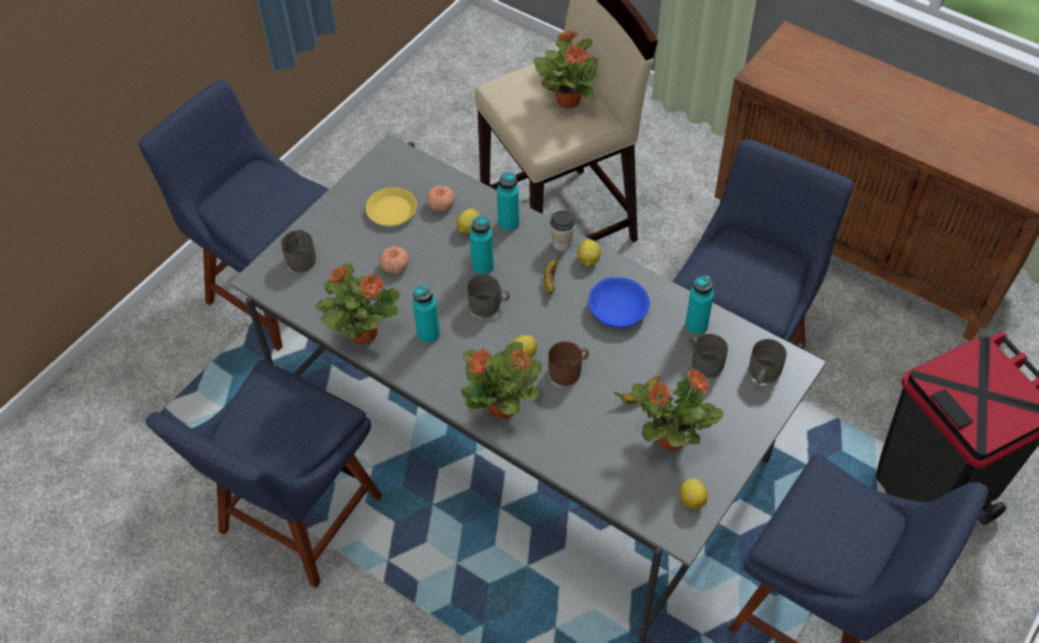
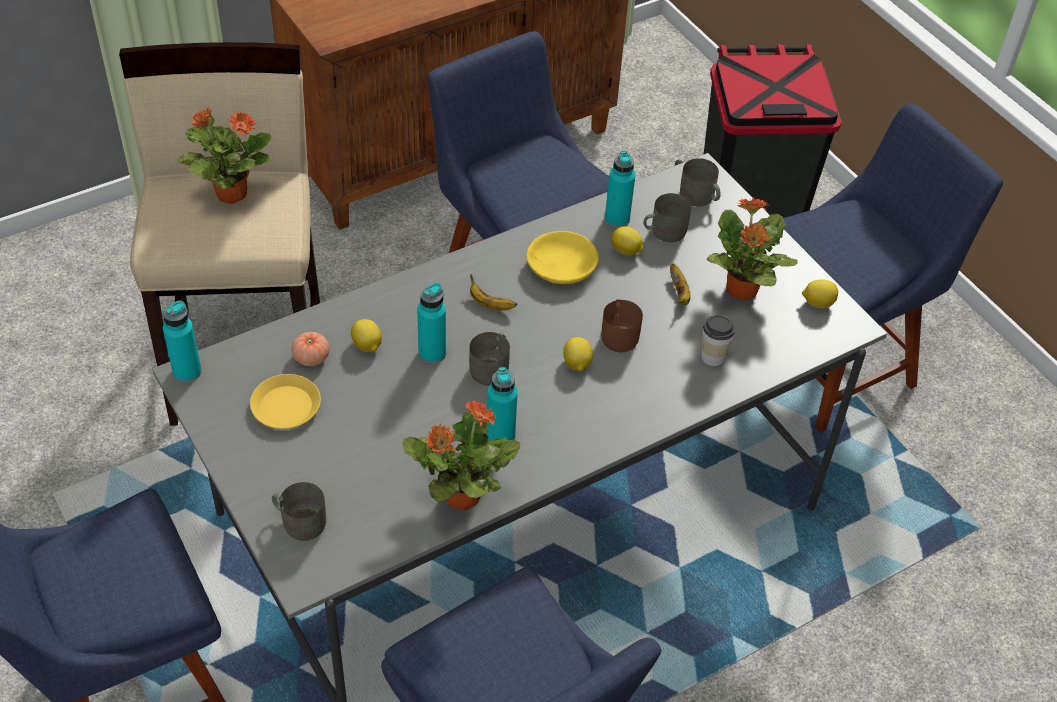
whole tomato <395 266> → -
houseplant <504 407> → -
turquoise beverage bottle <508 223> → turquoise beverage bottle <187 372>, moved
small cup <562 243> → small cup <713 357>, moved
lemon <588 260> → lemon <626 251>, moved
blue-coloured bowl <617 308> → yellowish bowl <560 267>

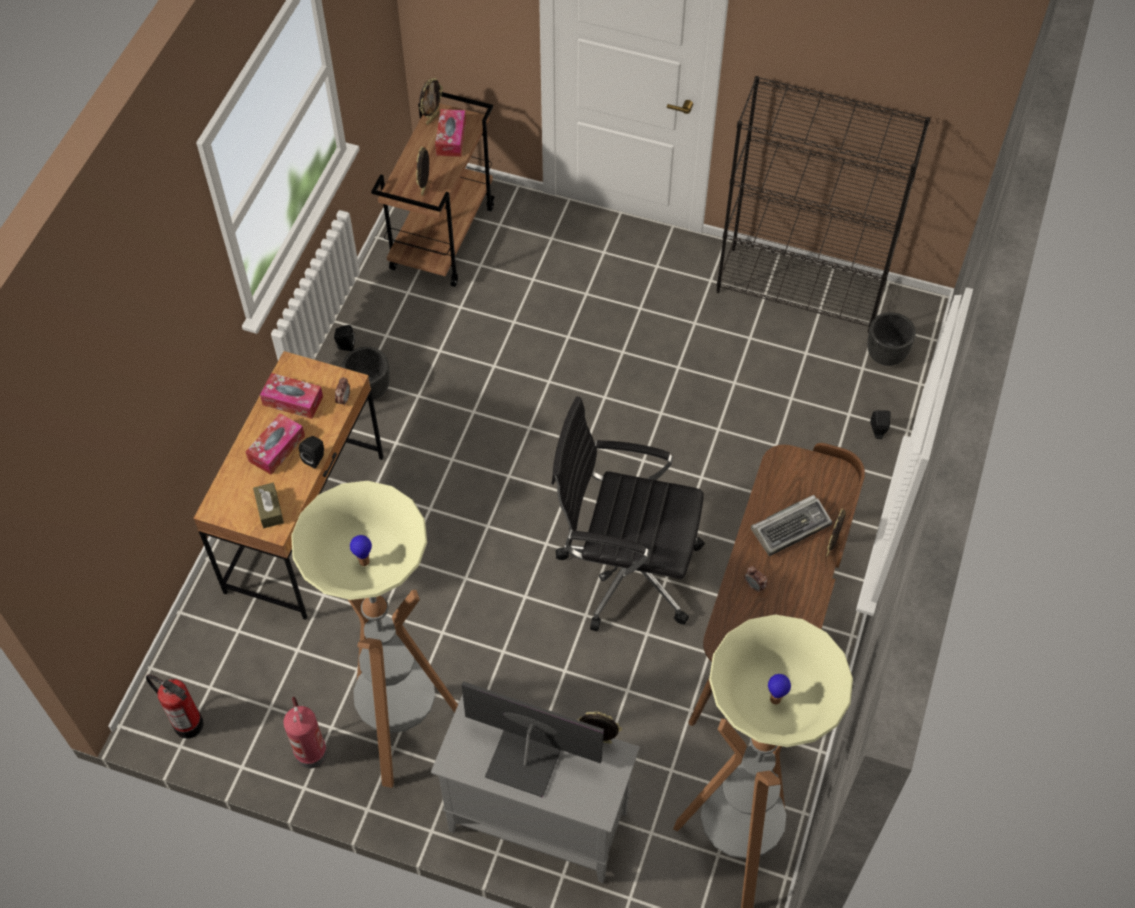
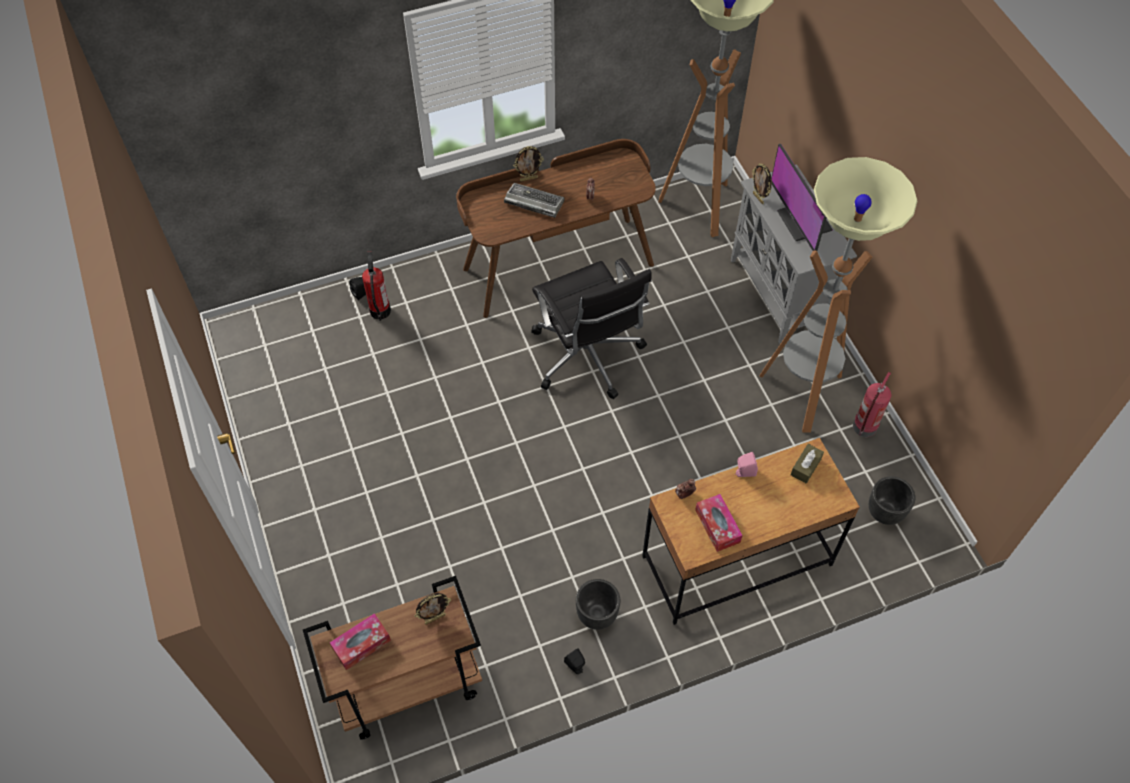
extinguisher <188 724> → extinguisher <380 311>, moved
box of tissues <277 448> → -
blackish audio speaker <315 458> → pink-coloured audio speaker <744 472>
picture frame <432 118> → -
blackish bookcase <801 289> → -
blackish plant pot <886 355> → blackish plant pot <884 511>, moved

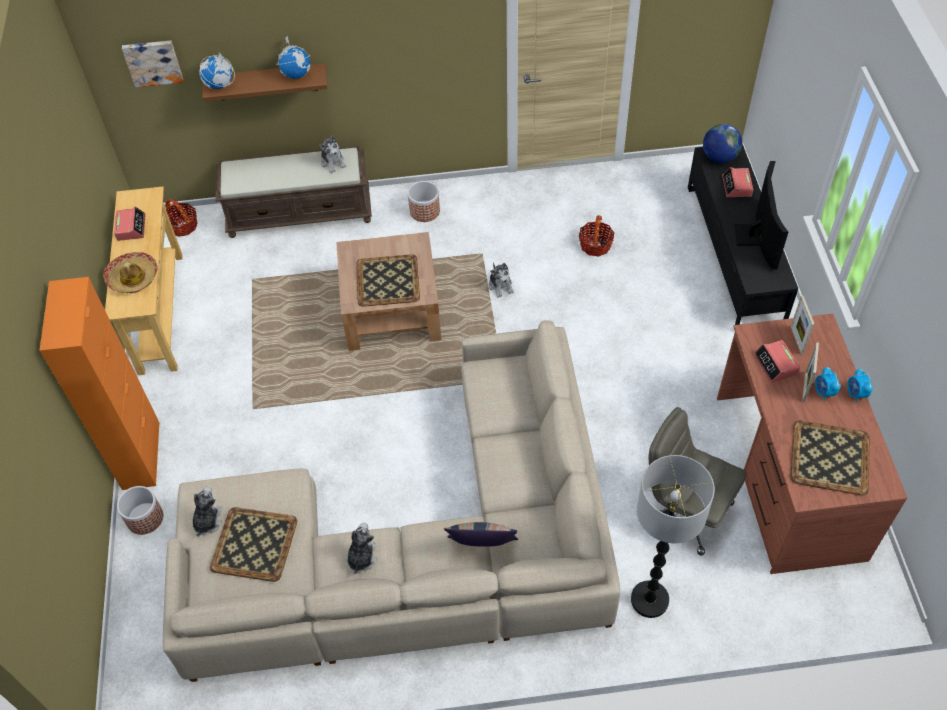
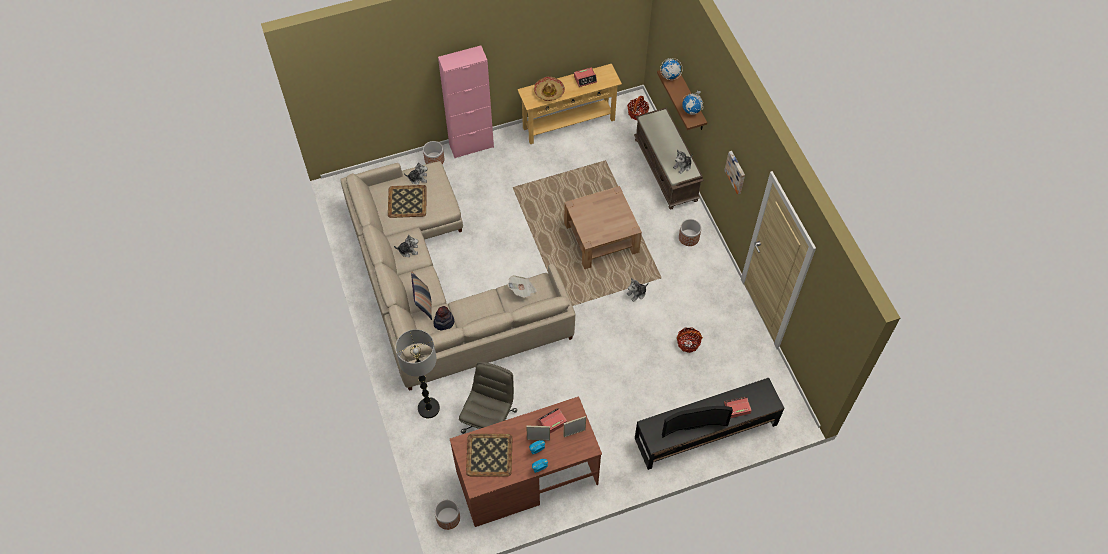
orange cabinet <141 455> → pink-coloured cabinet <471 146>
wall art <153 62> → wall art <736 172>, moved
tray <388 281> → -
globe <719 157> → -
- → hat <444 322>
- → plant pot <448 518>
- → daily paper <522 290>

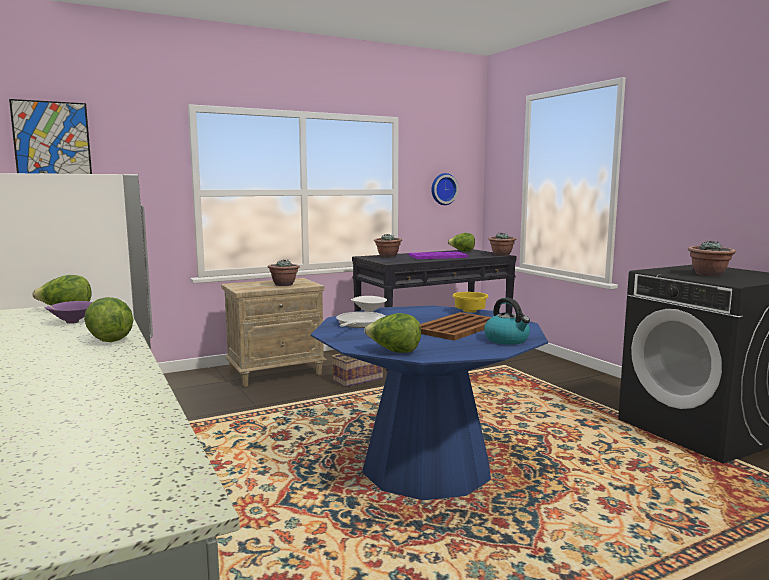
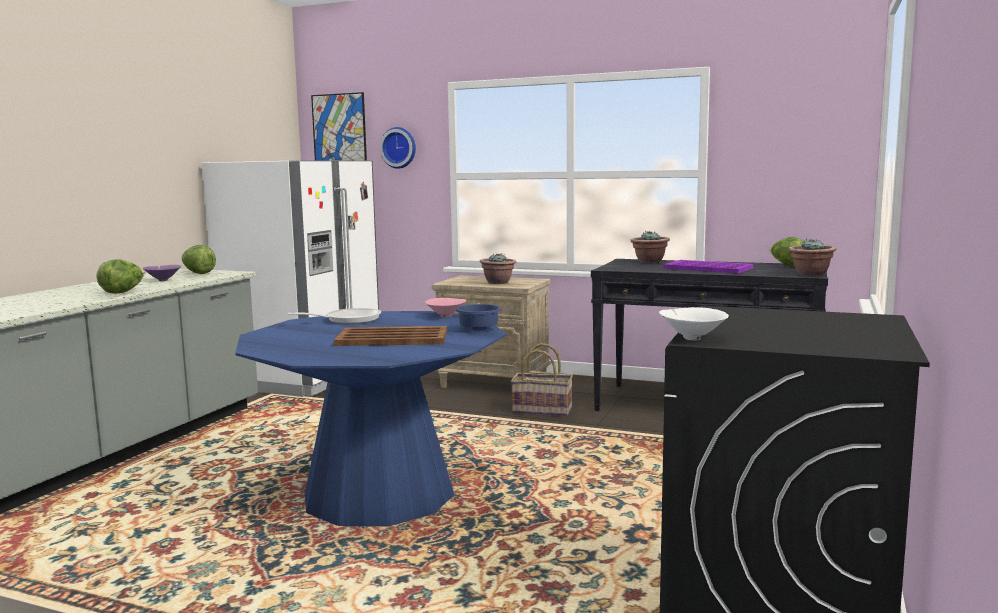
white bowl <368 312> → white bowl <691 338>, moved
lettuce head <394 351> → -
wall clock <443 189> → wall clock <399 148>, moved
yellowish bowl <470 311> → blue-coloured bowl <480 329>
tea kettle <507 340> → -
houseplant <709 274> → -
- → pink-coloured bowl <447 316>

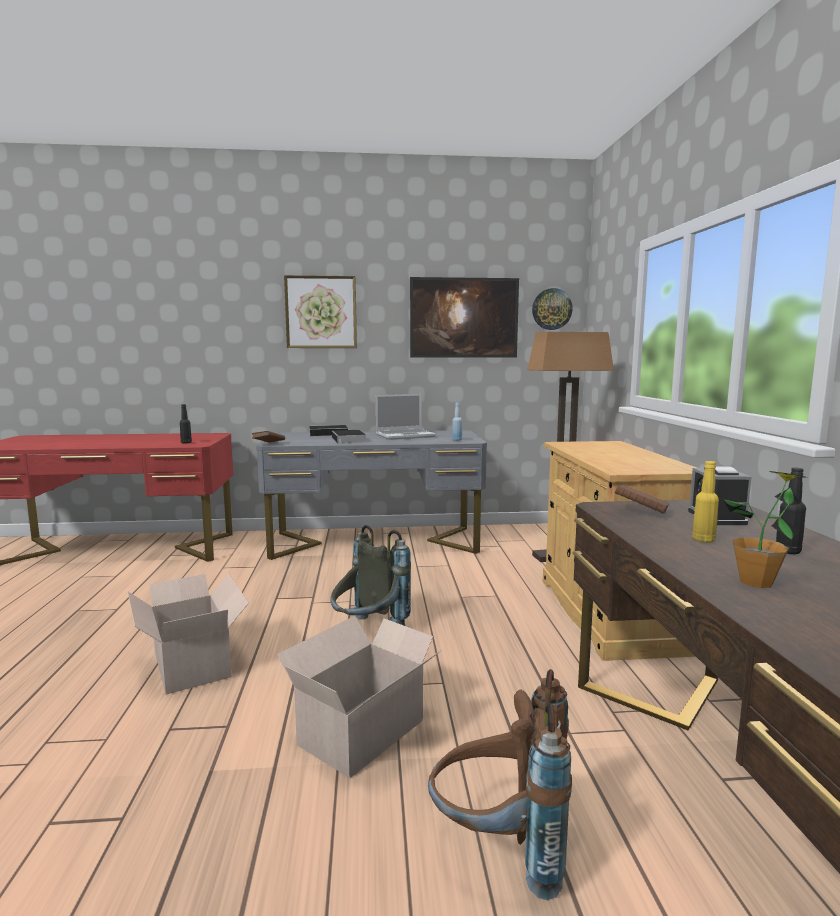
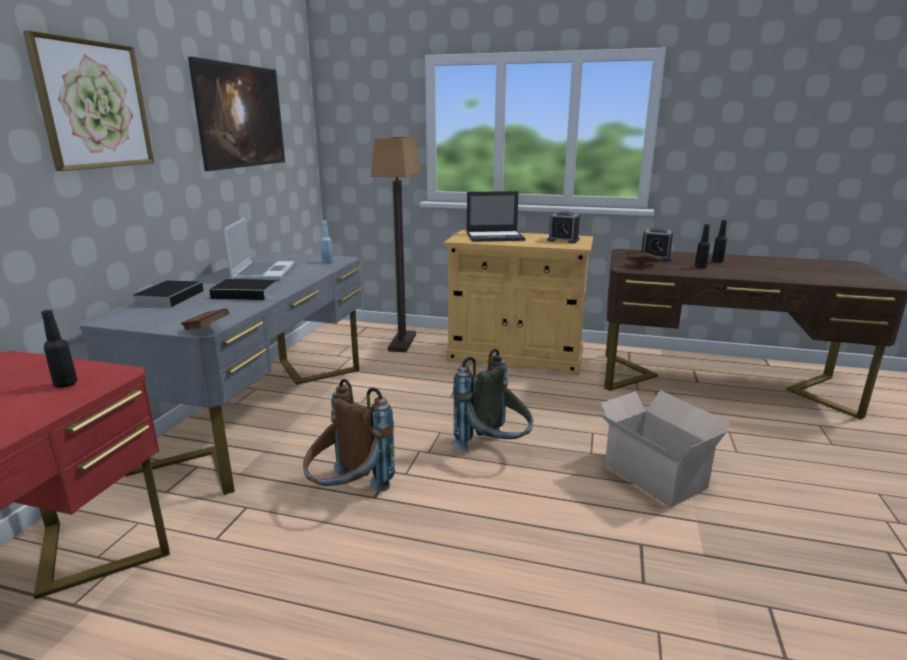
carton <192 663> → -
brown knapsack <500 849> → brown knapsack <348 494>, moved
wall clock <551 309> → -
yellowish beverage bottle <703 540> → blackish beverage bottle <700 267>
houseplant <756 582> → -
- → portable computer <495 237>
- → bedside clock <563 240>

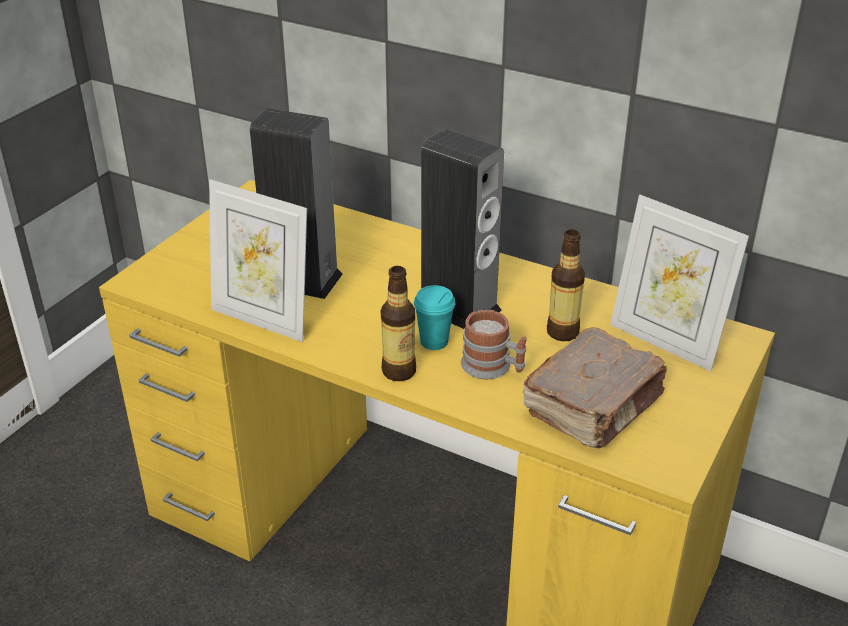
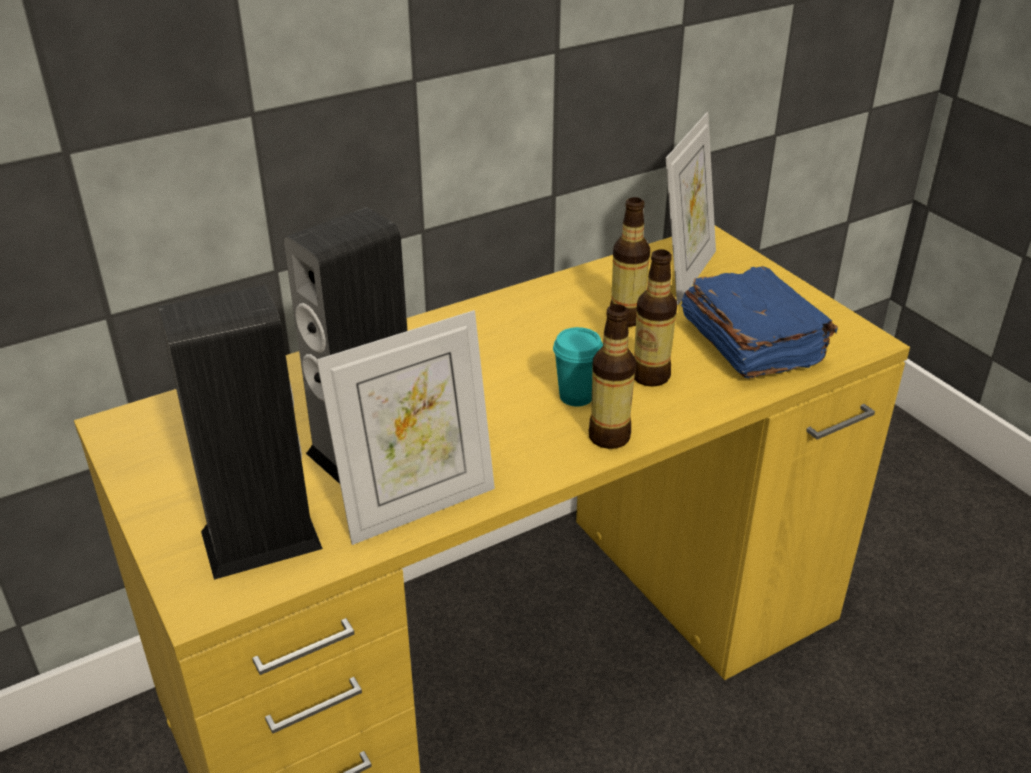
audio speaker <458 309> → audio speaker <261 540>, moved
tea mug <493 367> → beverage bottle <650 376>
brown volume <594 406> → blue-coloured volume <751 343>
picture frame <665 341> → picture frame <685 274>, 45 degrees counterclockwise

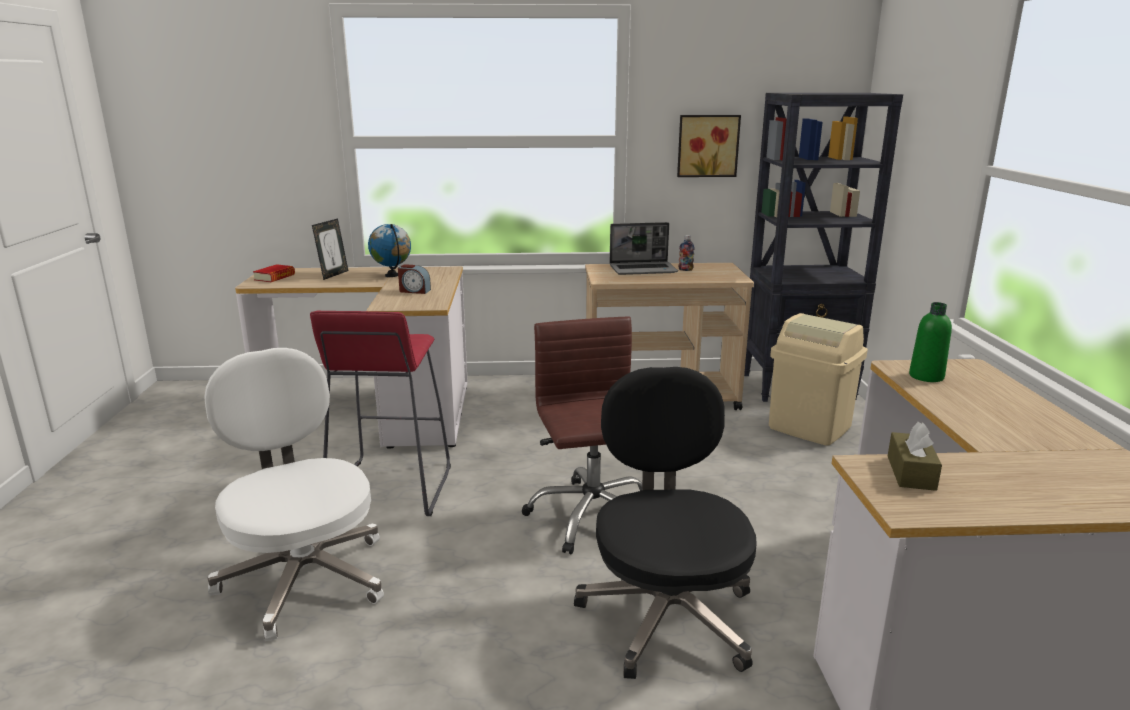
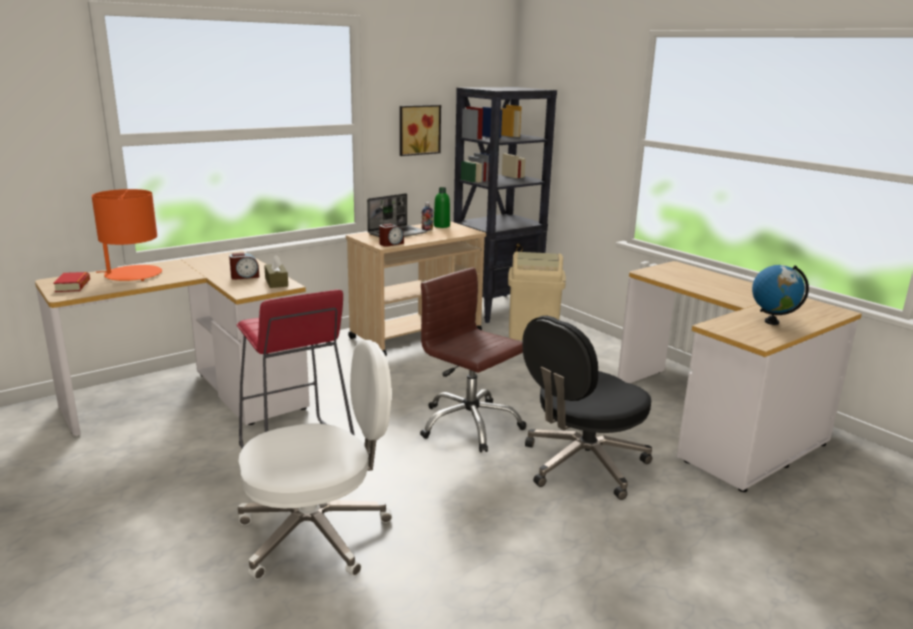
white desk chair <304 577> → white desk chair <317 533>, 135 degrees clockwise
picture frame <333 275> → orange table lamp <132 274>
globe <392 275> → globe <771 322>, moved
blackish desk chair <667 614> → blackish desk chair <582 465>, 90 degrees counterclockwise
brown box of tissues <911 473> → brown box of tissues <276 282>, moved
green beverage bottle <926 376> → green beverage bottle <441 226>, moved
- → bedside clock <391 244>

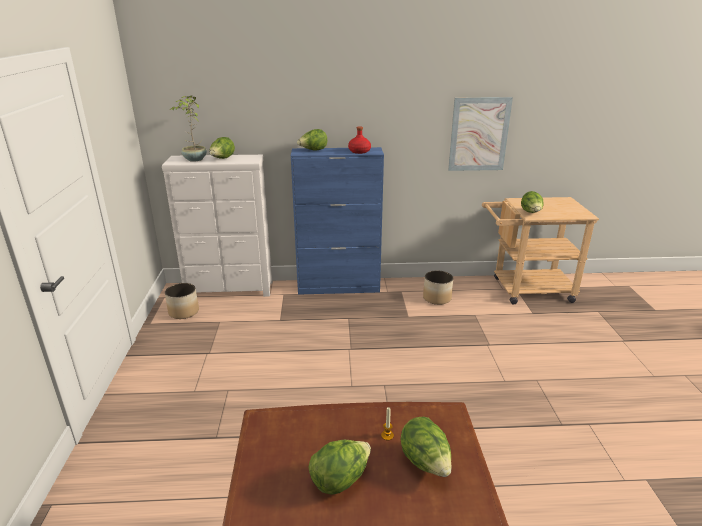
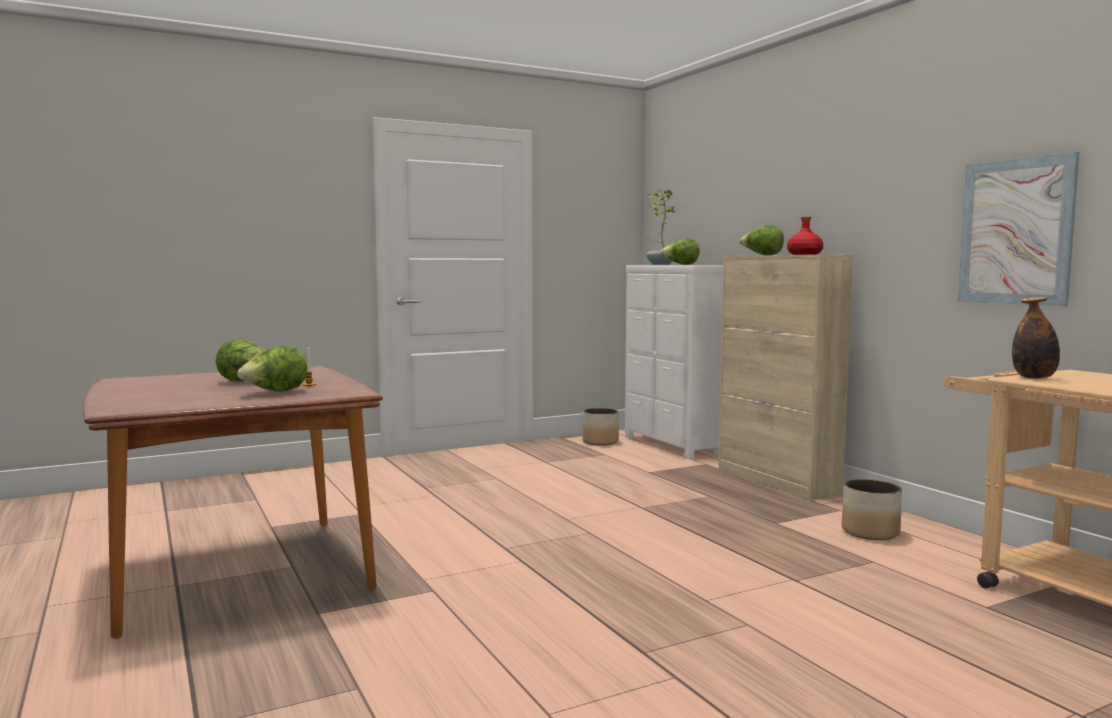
blue-coloured cabinet <339 287> → beige cabinet <777 481>
lettuce head <531 213> → beverage bottle <1034 378>

